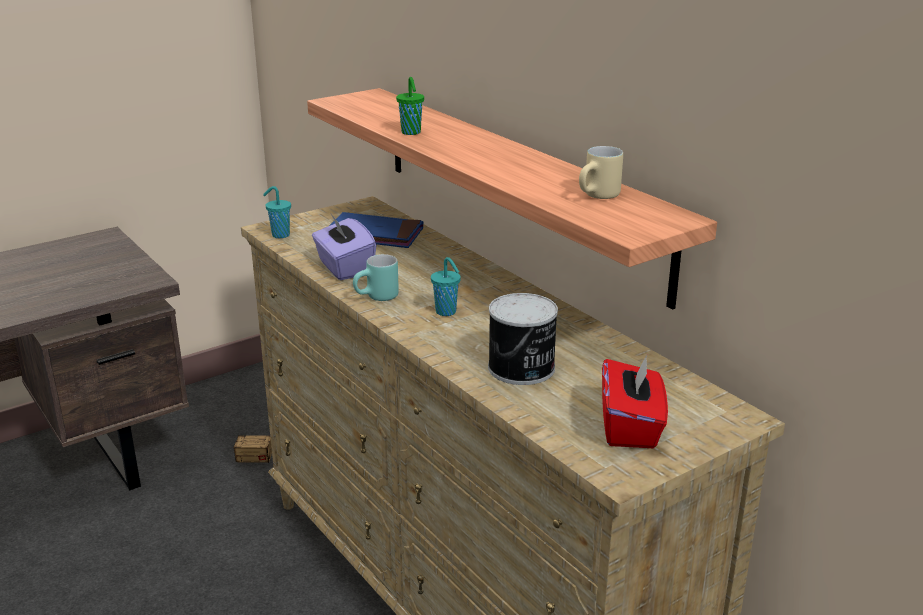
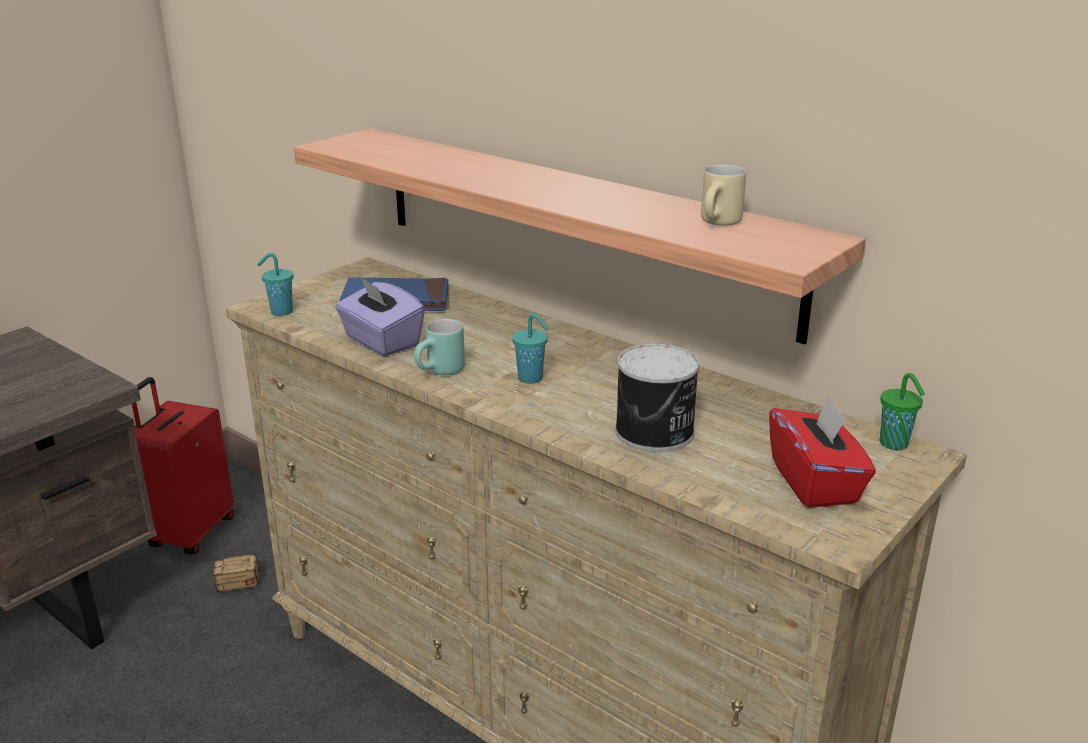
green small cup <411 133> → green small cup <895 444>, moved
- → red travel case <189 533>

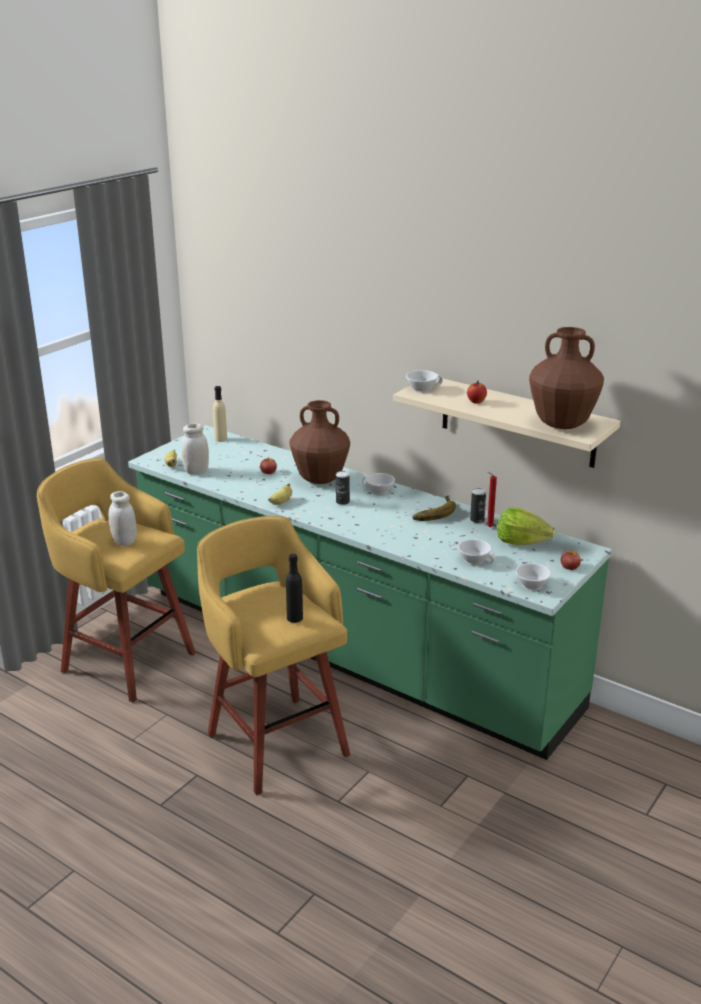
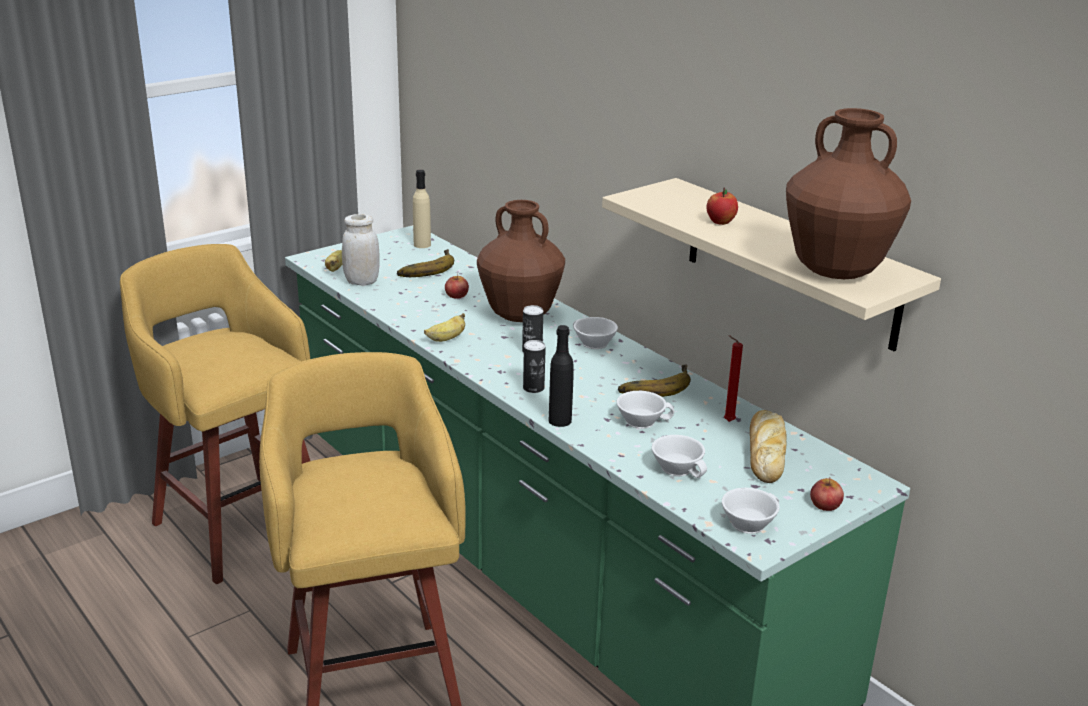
white storage jar <124 541> → -
blackish beverage bottle <294 618> → blackish beverage bottle <560 420>, moved
white small cup <422 388> → white small cup <641 420>, moved
sealed can <477 520> → sealed can <533 388>, moved
lettuce head <521 542> → baked bread <766 452>
- → banana fruit <424 268>

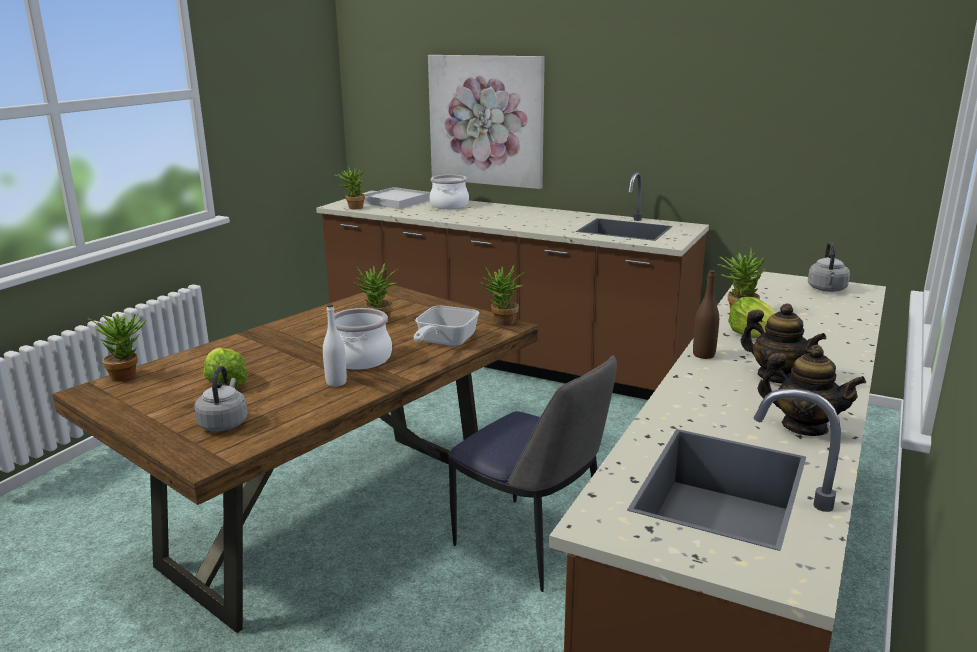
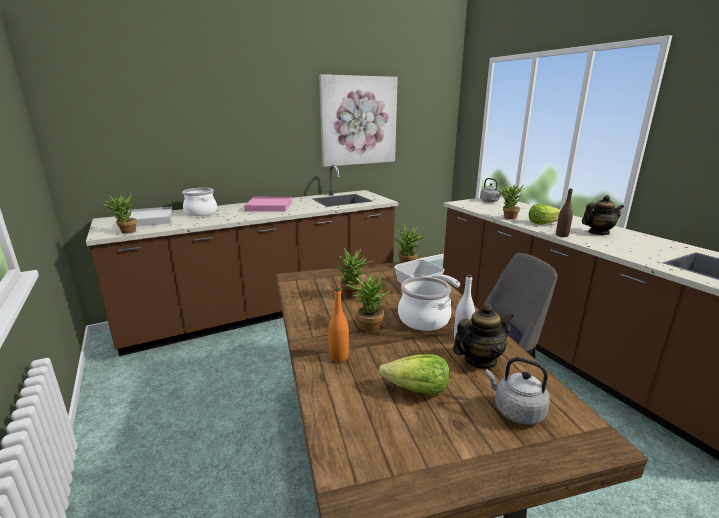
houseplant <127 375> → houseplant <368 325>, moved
wall art <486 121> → wall art <358 121>, moved
tea pot <804 427> → tea pot <479 360>, moved
- → pink-coloured tray <269 206>
- → orange beverage bottle <339 357>

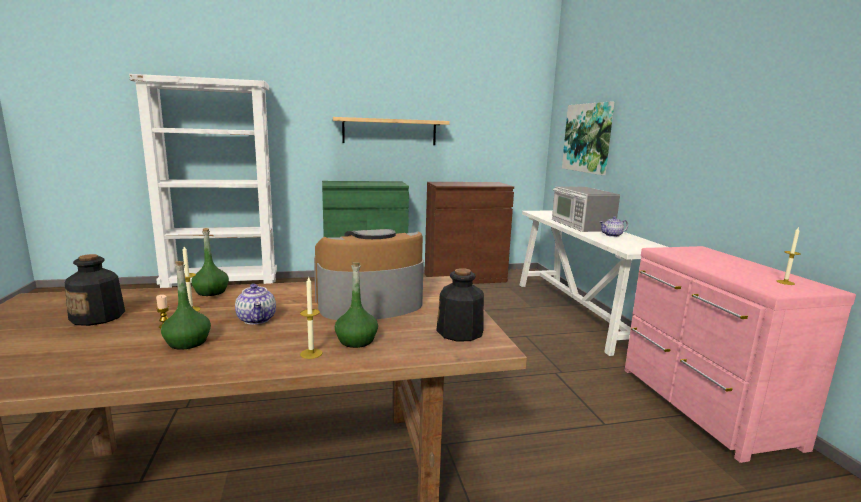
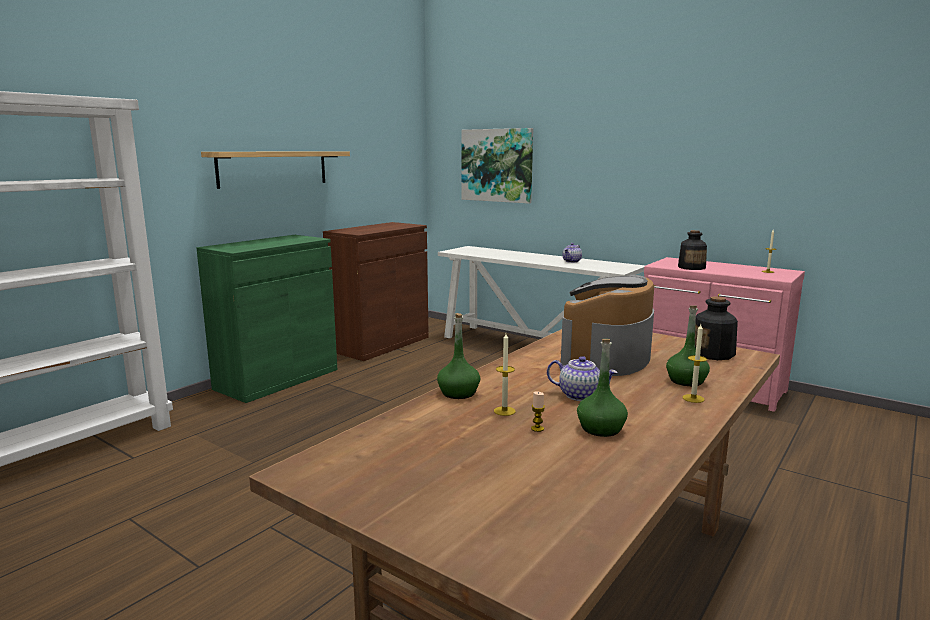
beverage bottle <98 317> → beverage bottle <691 267>, moved
kitchen microwave <580 225> → -

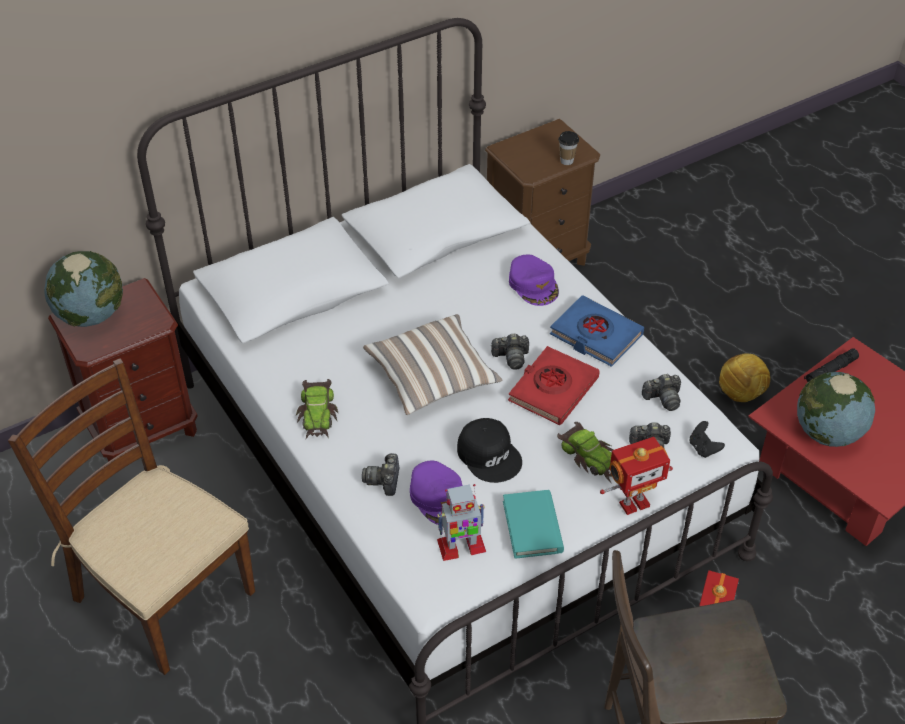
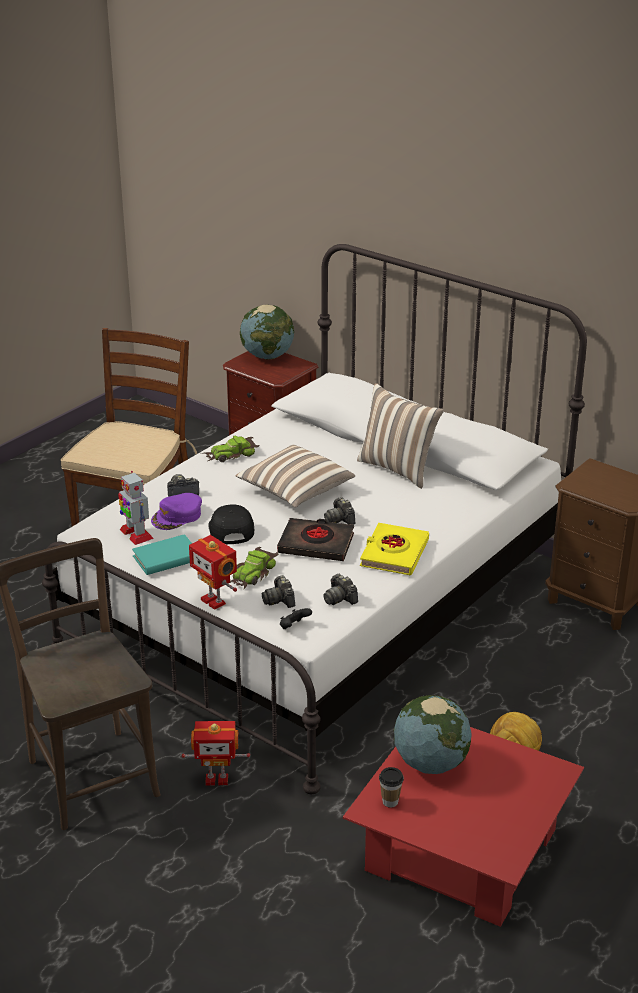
blackish baseball cap <490 455> → blackish baseball cap <230 529>, 135 degrees clockwise
red volume <553 389> → blackish volume <316 544>
purple-coloured baseball cap <533 284> → -
blue-coloured volume <595 335> → yellowish volume <394 554>
small cup <567 161> → small cup <390 802>, moved
blackish flashlight <830 371> → -
- → pillow <398 468>

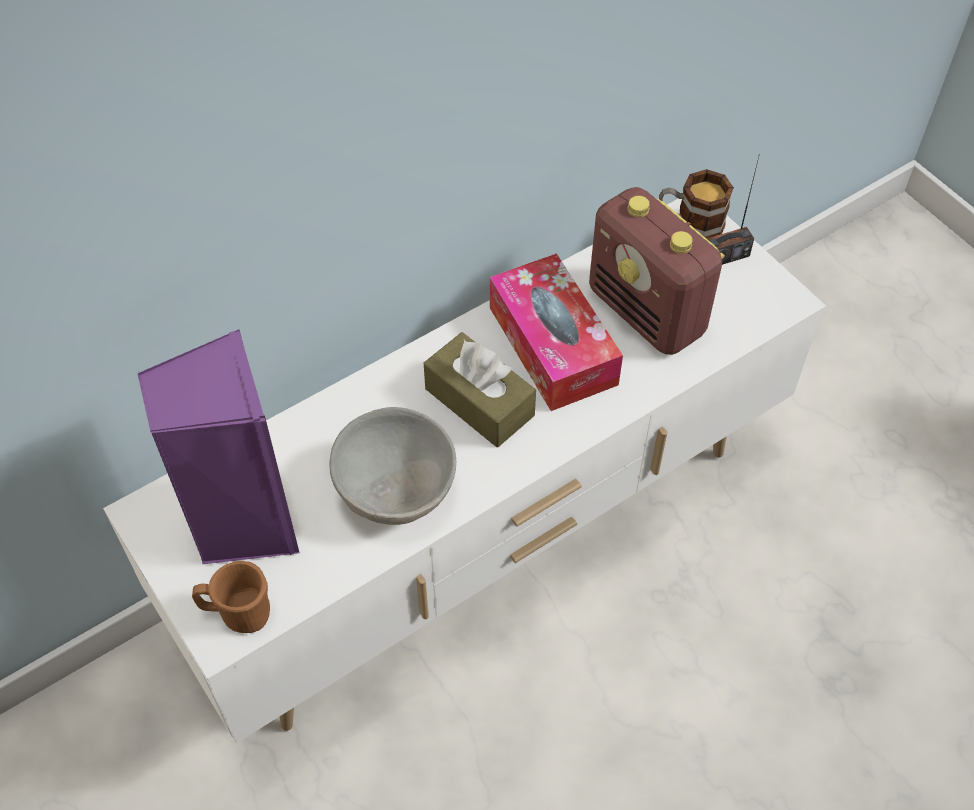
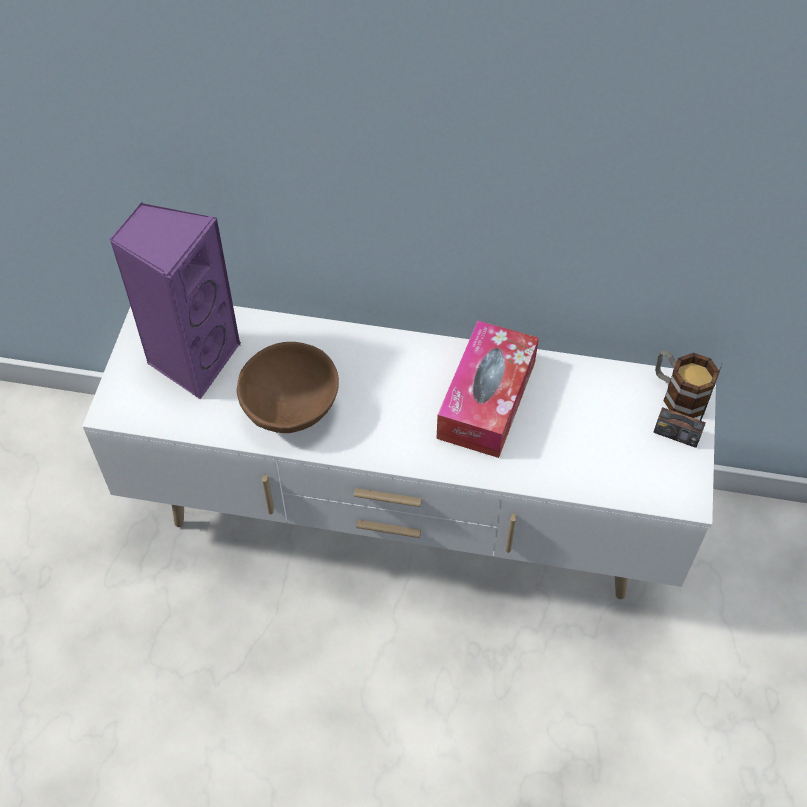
brown tea mug <238 613> → -
gray bowl <397 490> → brown bowl <293 409>
brown box of tissues <479 402> → -
radio <647 313> → -

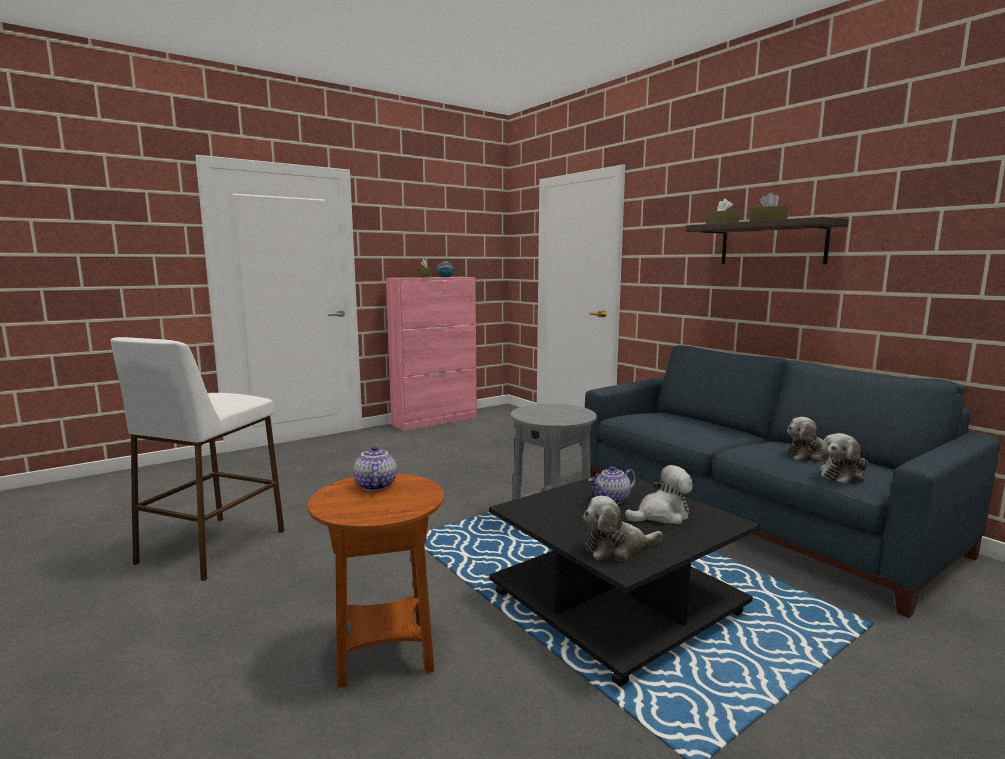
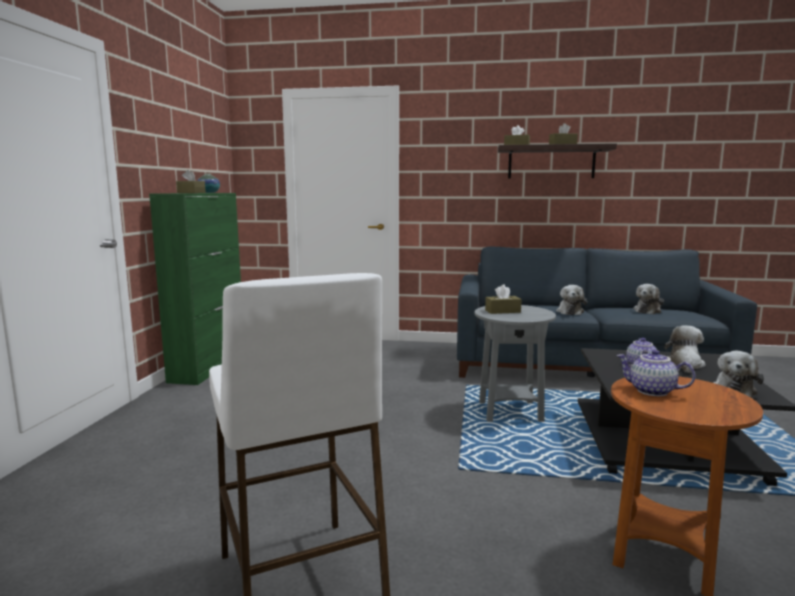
pink-coloured cabinet <435 420> → green cabinet <209 366>
plush toy <844 475> → plush toy <569 311>, moved
- → brown box of tissues <502 311>

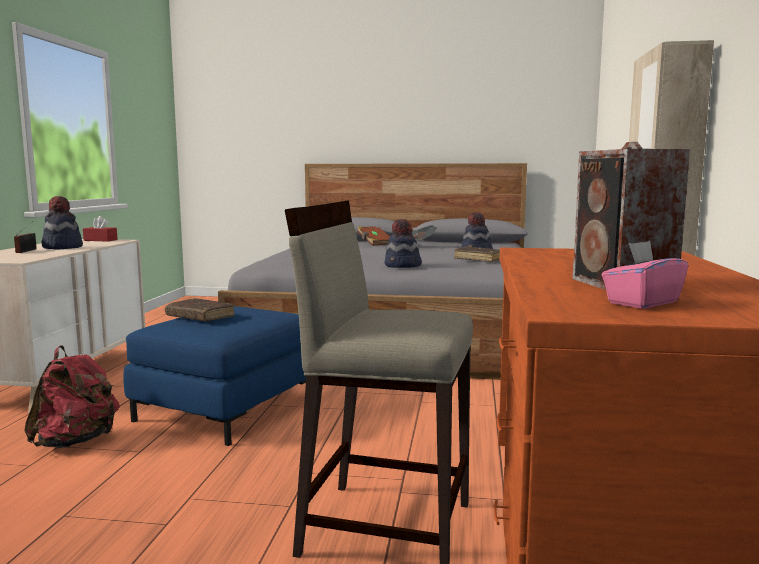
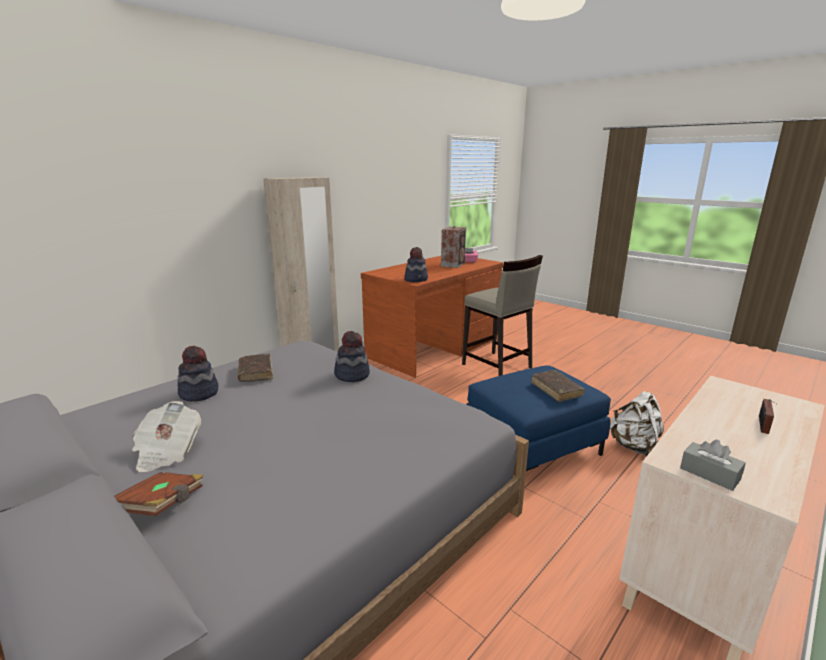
red knapsack <76 442> → white knapsack <634 446>
hat <62 247> → hat <416 279>, moved
red box of tissues <100 240> → gray box of tissues <709 474>

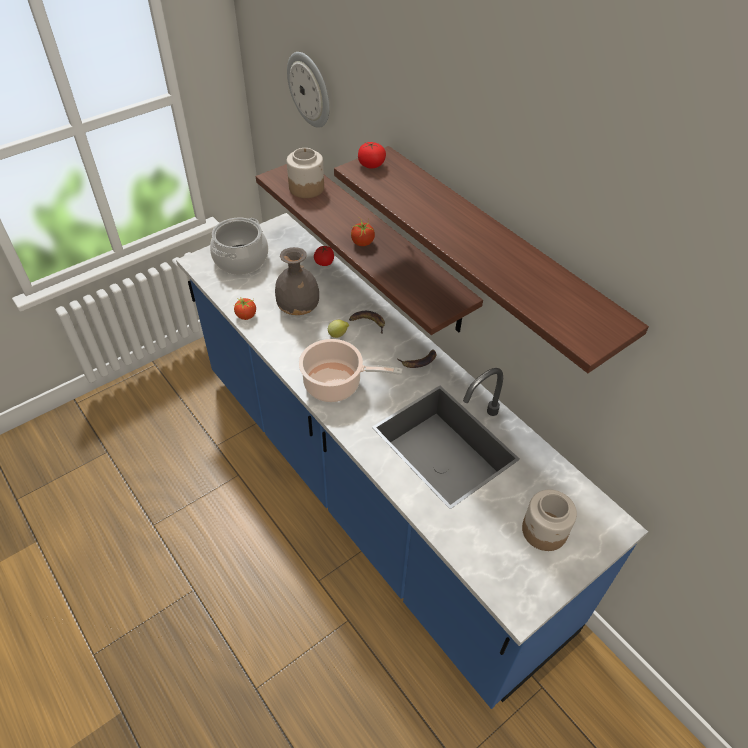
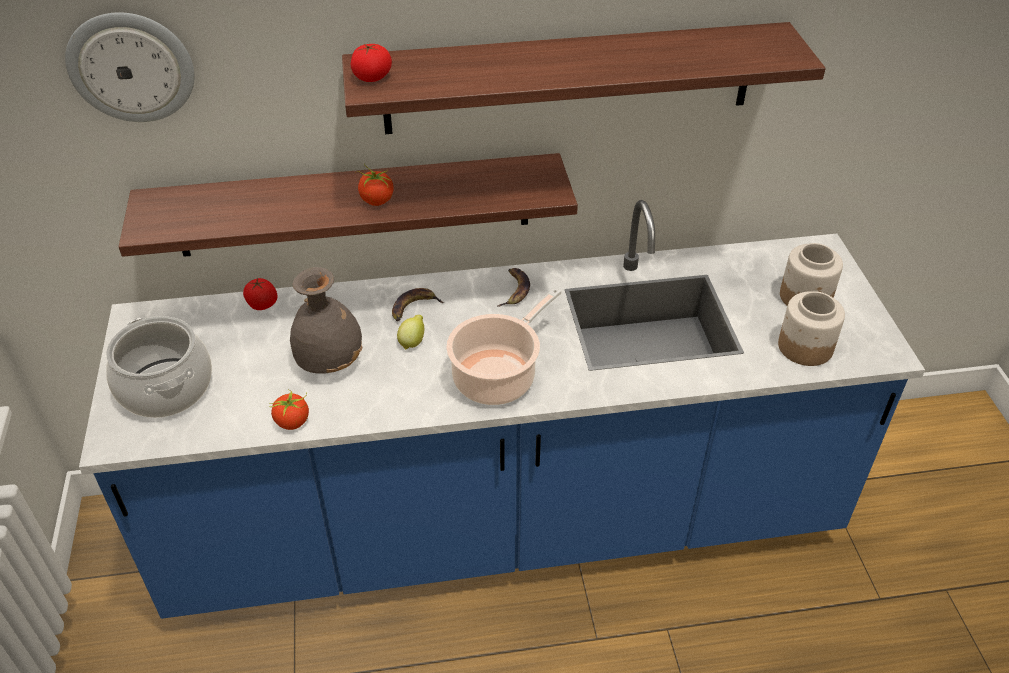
storage jar <306 188> → storage jar <804 347>, moved

